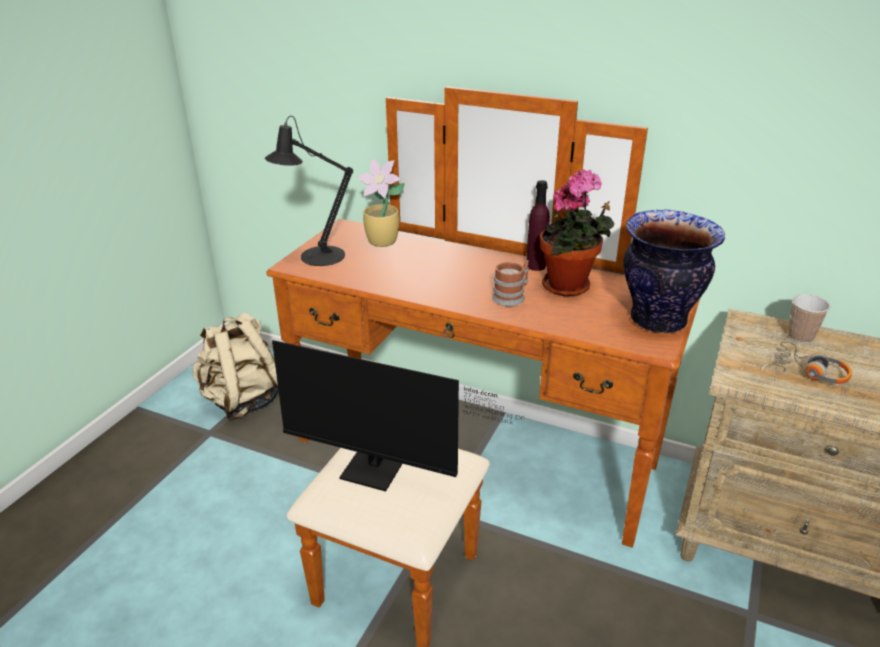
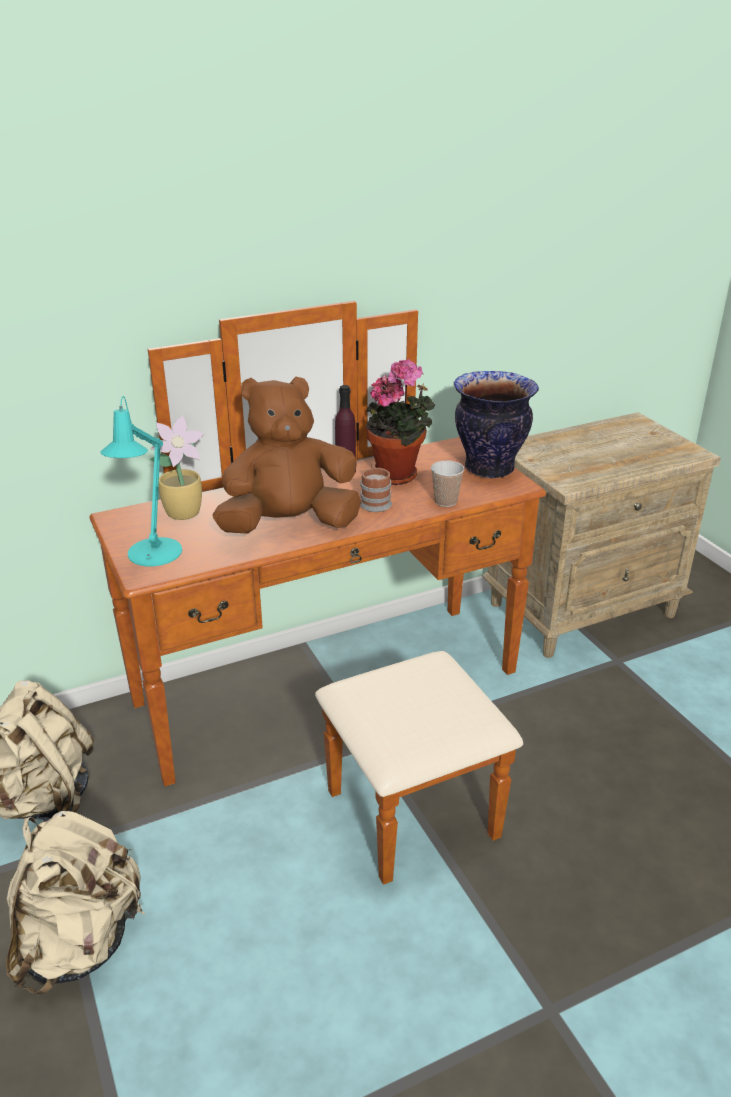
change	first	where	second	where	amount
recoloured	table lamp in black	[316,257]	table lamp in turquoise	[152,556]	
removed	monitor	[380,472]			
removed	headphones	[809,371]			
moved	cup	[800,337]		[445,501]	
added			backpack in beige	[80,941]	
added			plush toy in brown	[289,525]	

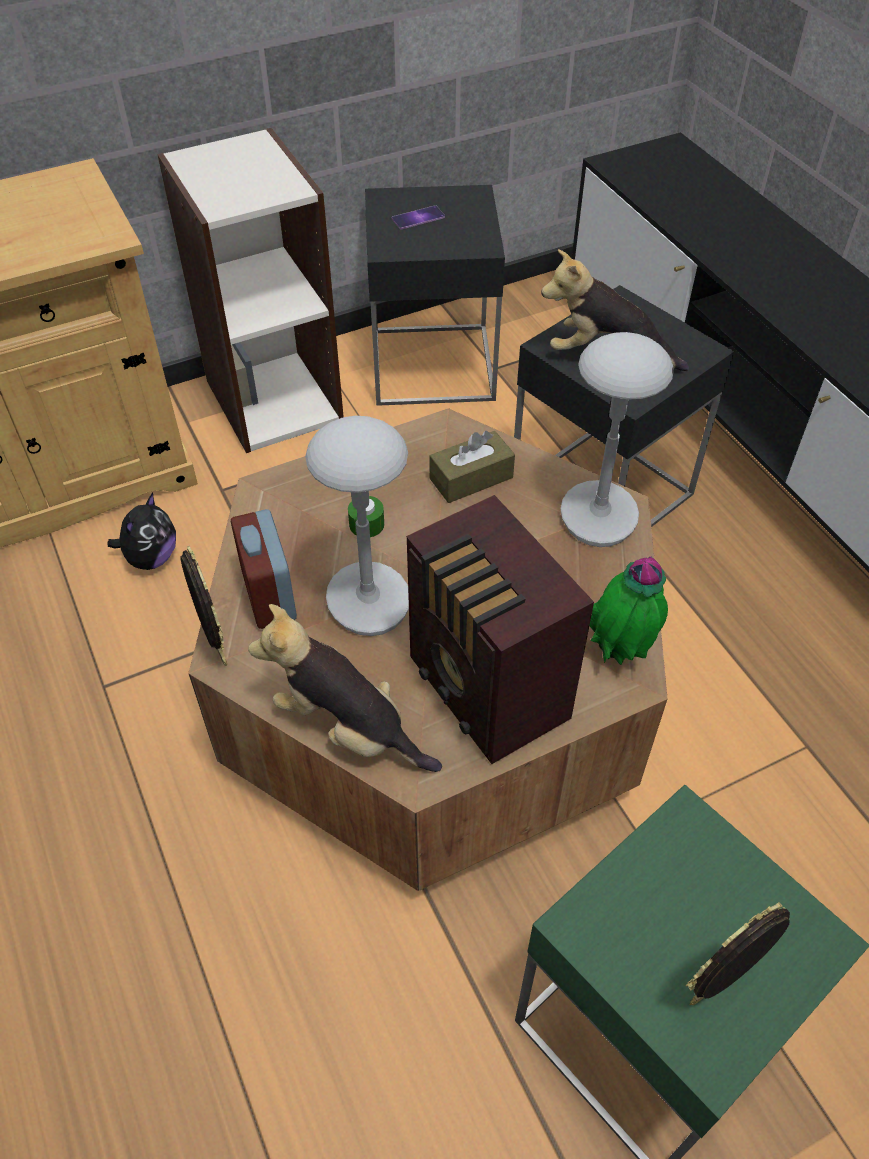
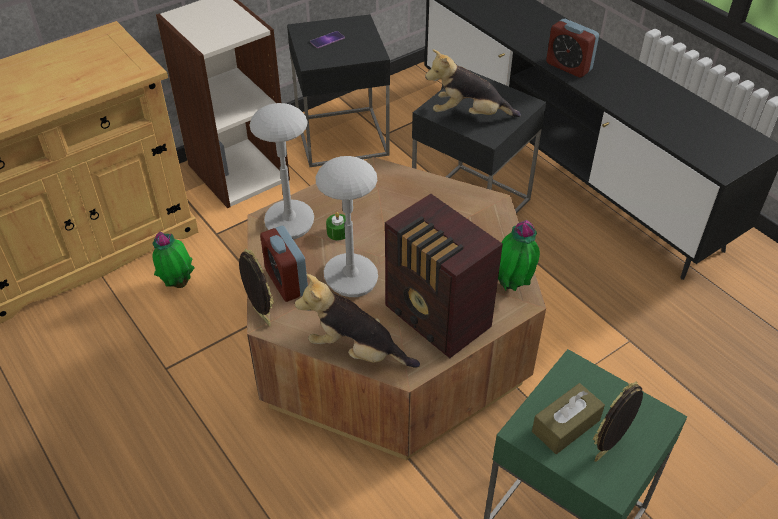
change	first	where	second	where	amount
replaced	plush toy	[151,558]	potted plant	[178,283]	
moved	tissue box in brown	[471,478]		[565,426]	
moved	table lamp in grey	[598,516]		[289,221]	
added			alarm clock	[568,66]	

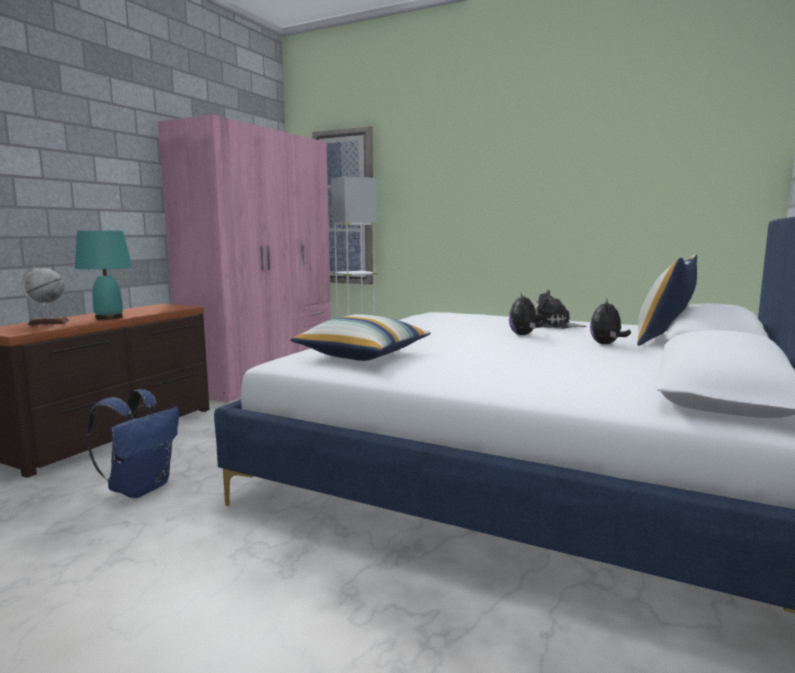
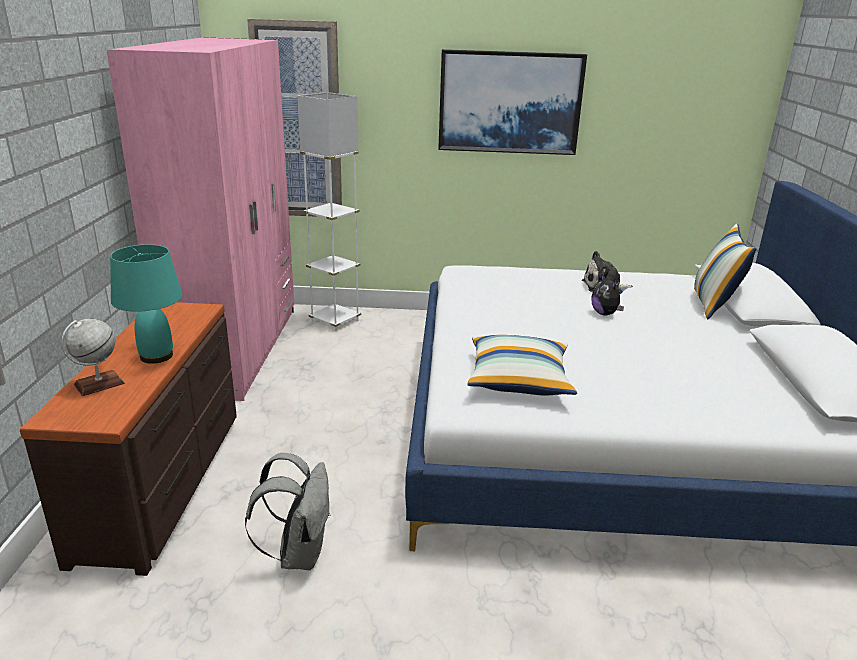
change	first	where	second	where	amount
recoloured	backpack in blue	[140,488]	backpack in grey	[299,553]	
removed	plush toy	[606,344]			
added			picture	[509,102]	

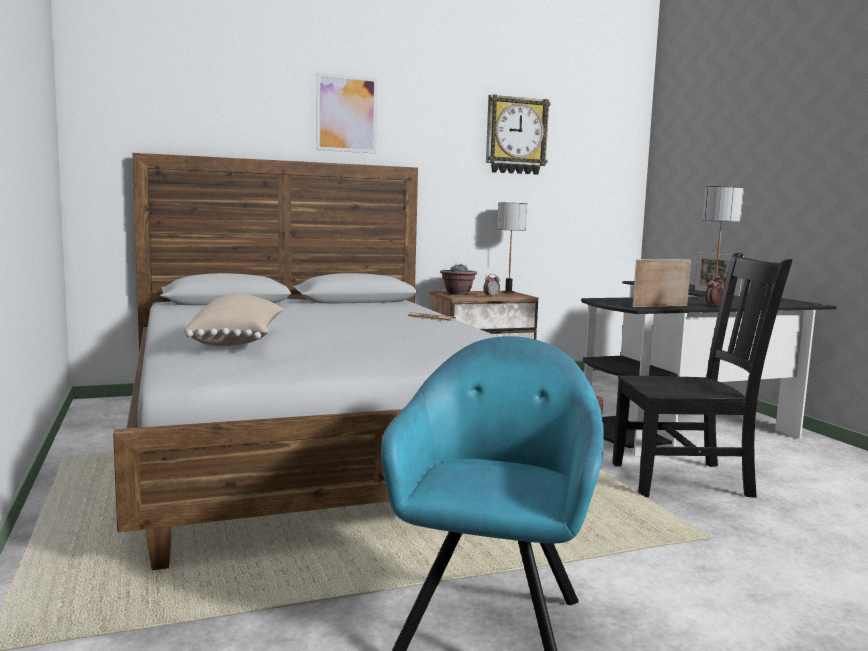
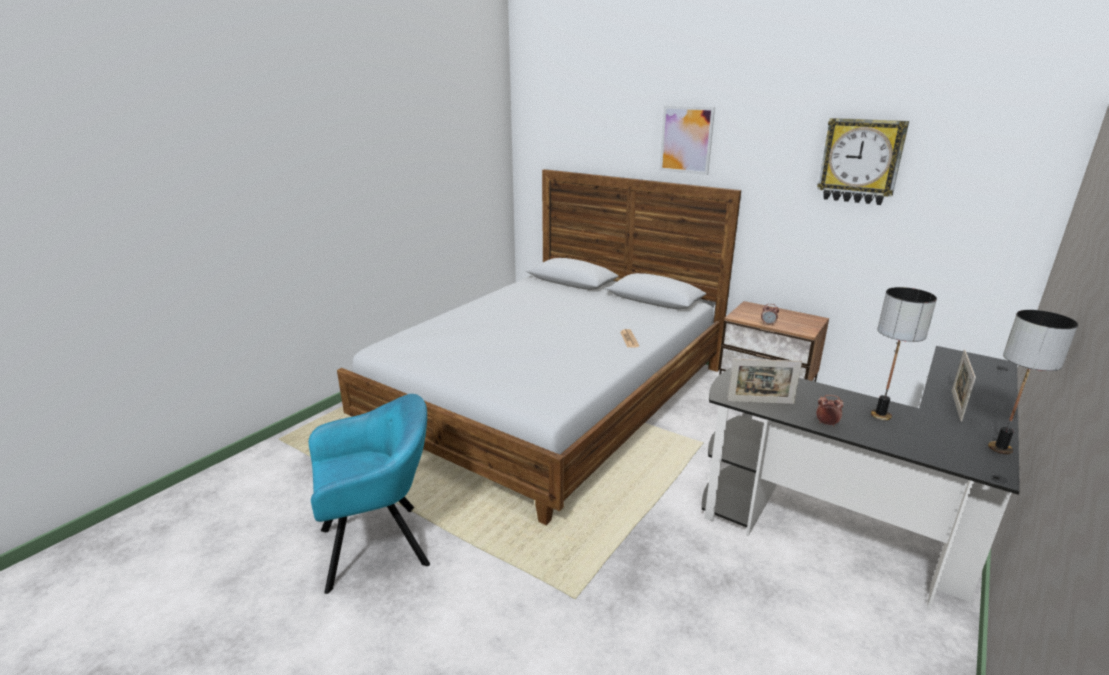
change	first	where	second	where	amount
removed	pillow in beige	[241,341]			
removed	potted plant	[457,294]			
moved	table lamp	[508,292]		[1000,449]	
removed	chair in black	[685,479]			
turned	picture frame	[660,306]		[760,402]	150 degrees clockwise

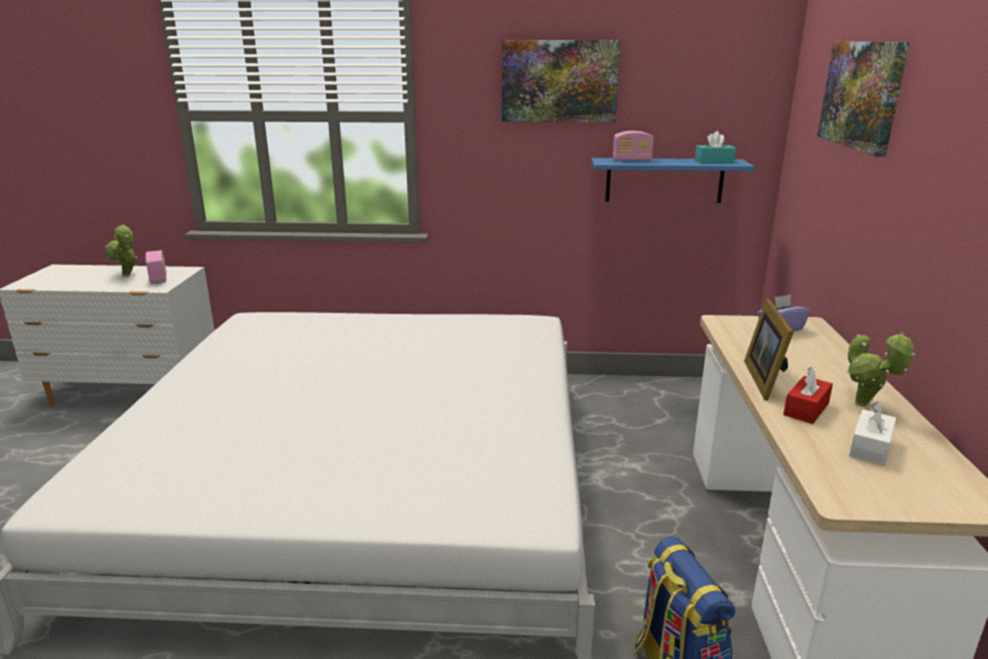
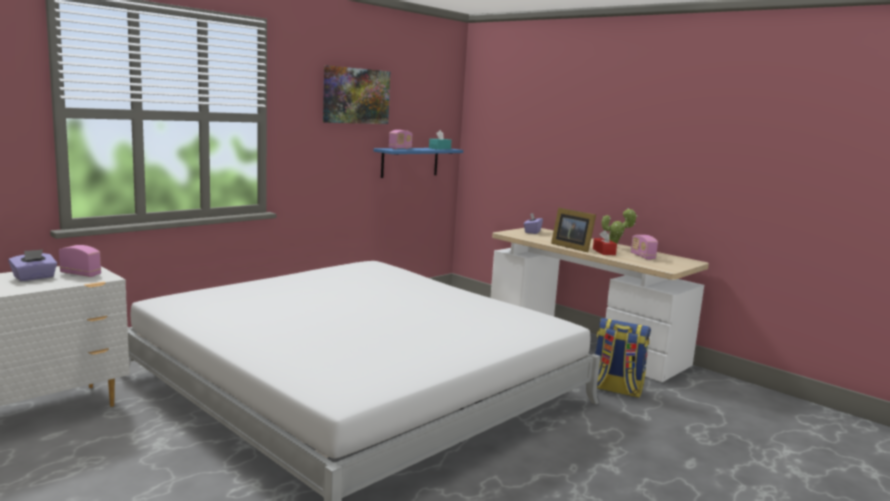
change	first	where	second	where	amount
replaced	potted plant	[127,275]	tissue box in purple	[34,277]	
removed	picture	[862,94]			
replaced	tissue box in white	[870,447]	radio	[642,256]	

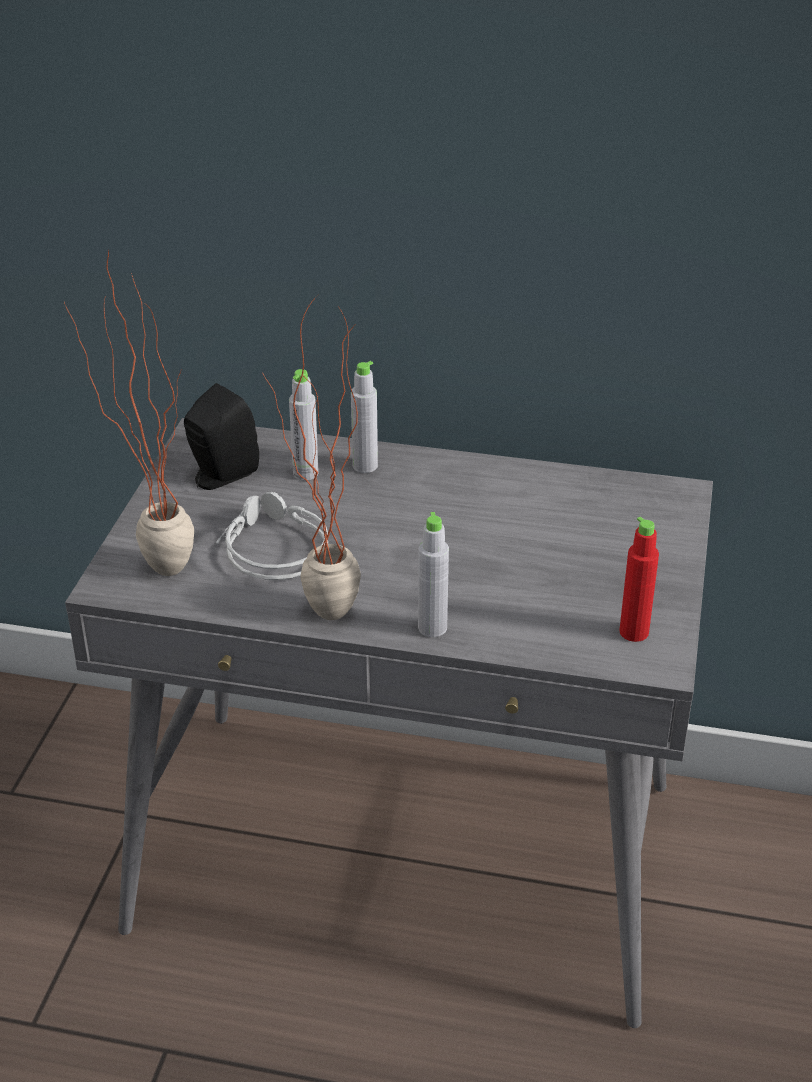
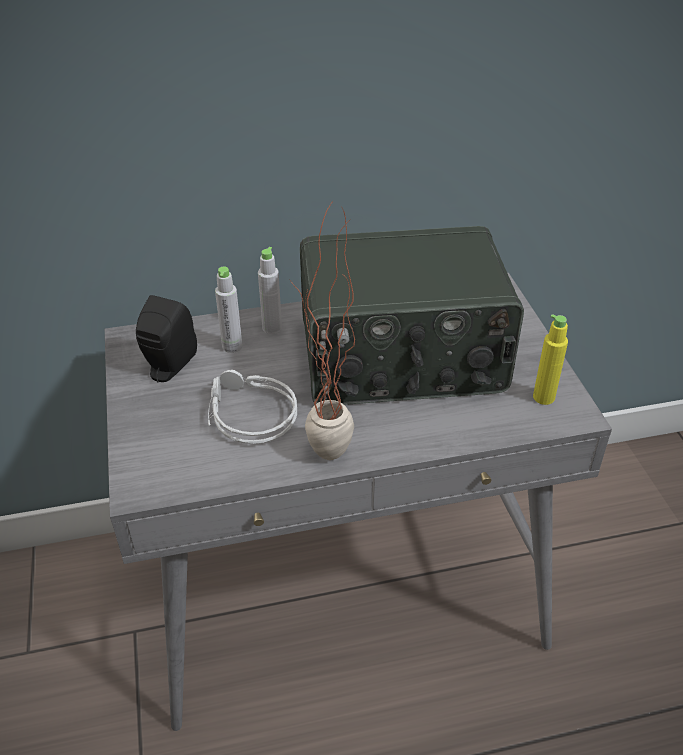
change	first	where	second	where	amount
removed	potted plant	[153,565]			
removed	bottle in grey	[432,628]			
recoloured	bottle in red	[634,632]	bottle in yellow	[543,397]	
added			radio	[402,359]	

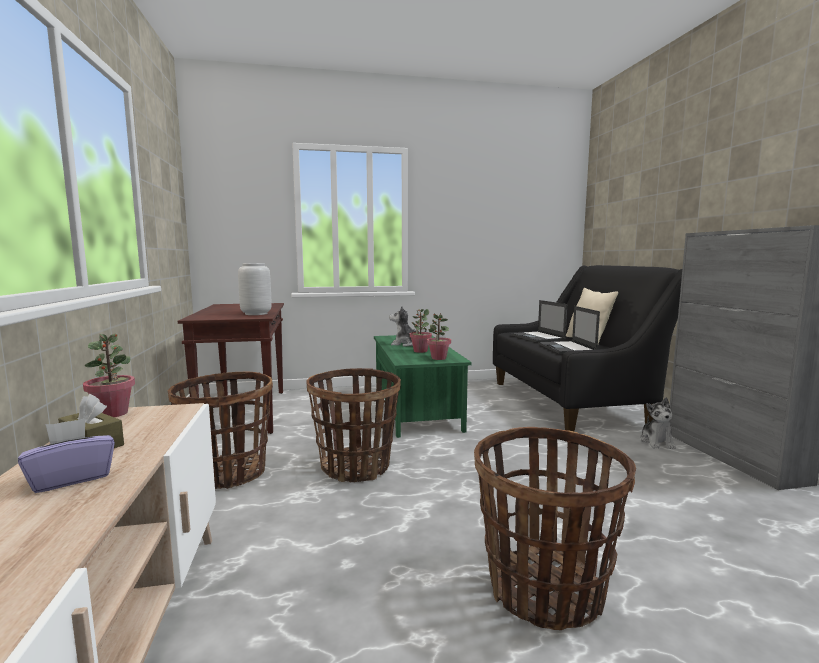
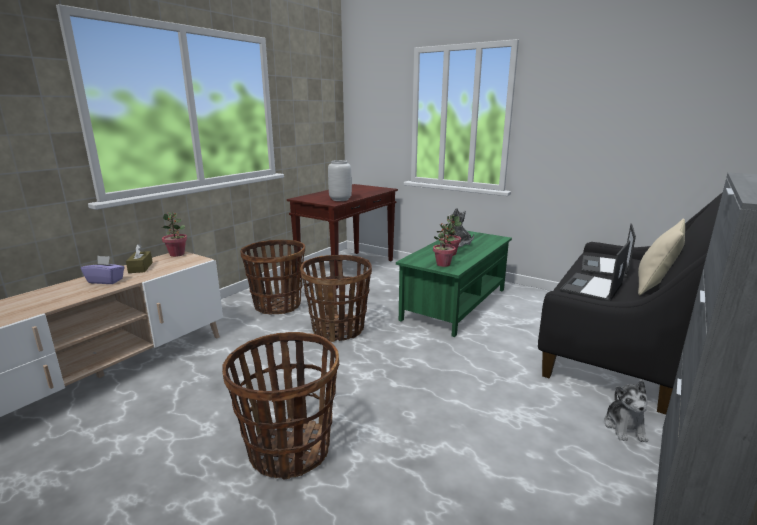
change	first	where	second	where	amount
turned	plush toy	[657,442]		[624,427]	45 degrees counterclockwise

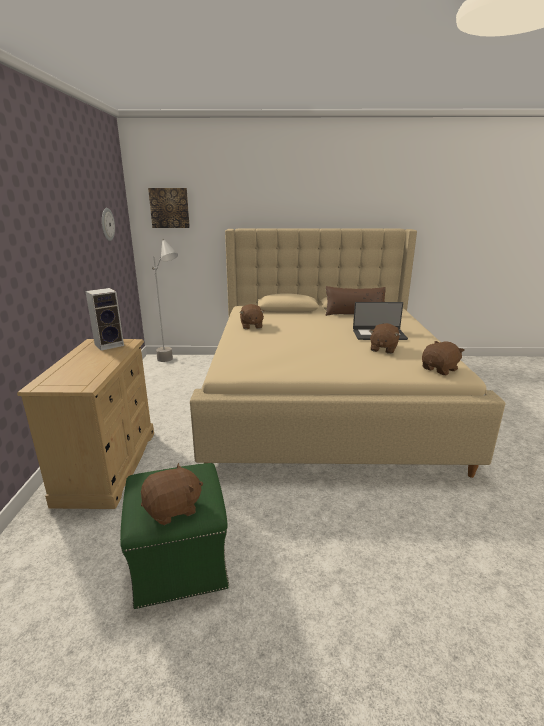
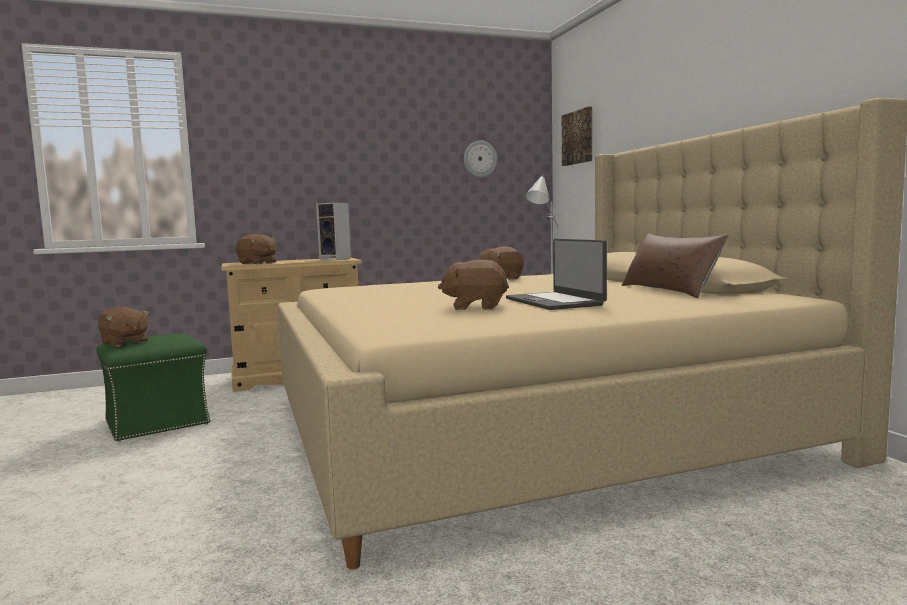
change	first	where	second	where	amount
moved	plush toy in brown	[440,369]		[257,263]	

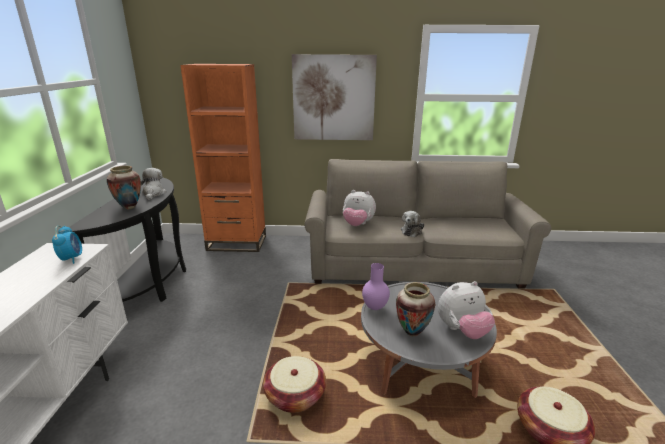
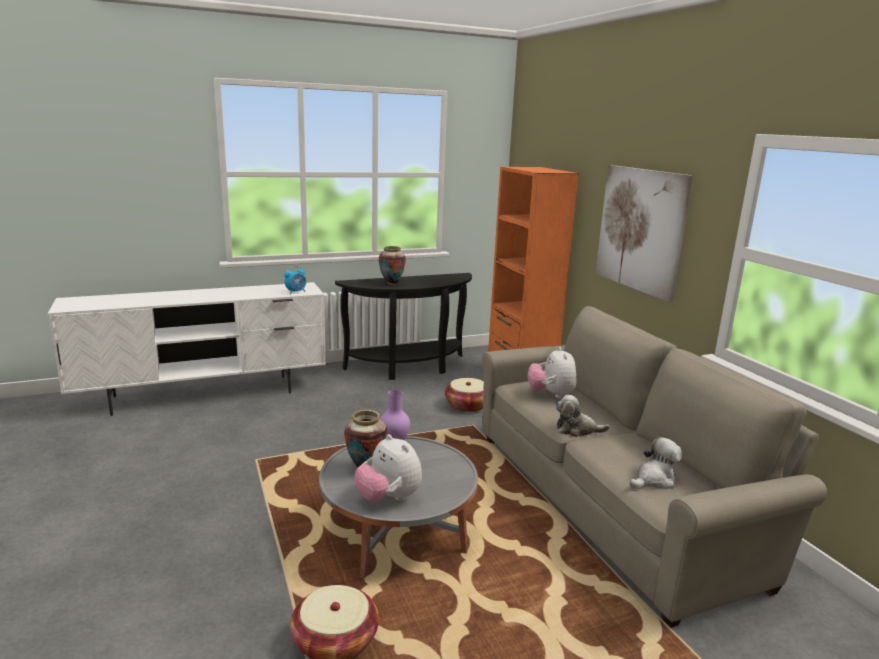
change	first	where	second	where	amount
moved	plush toy	[153,194]		[654,479]	
moved	basket	[295,396]		[467,405]	

